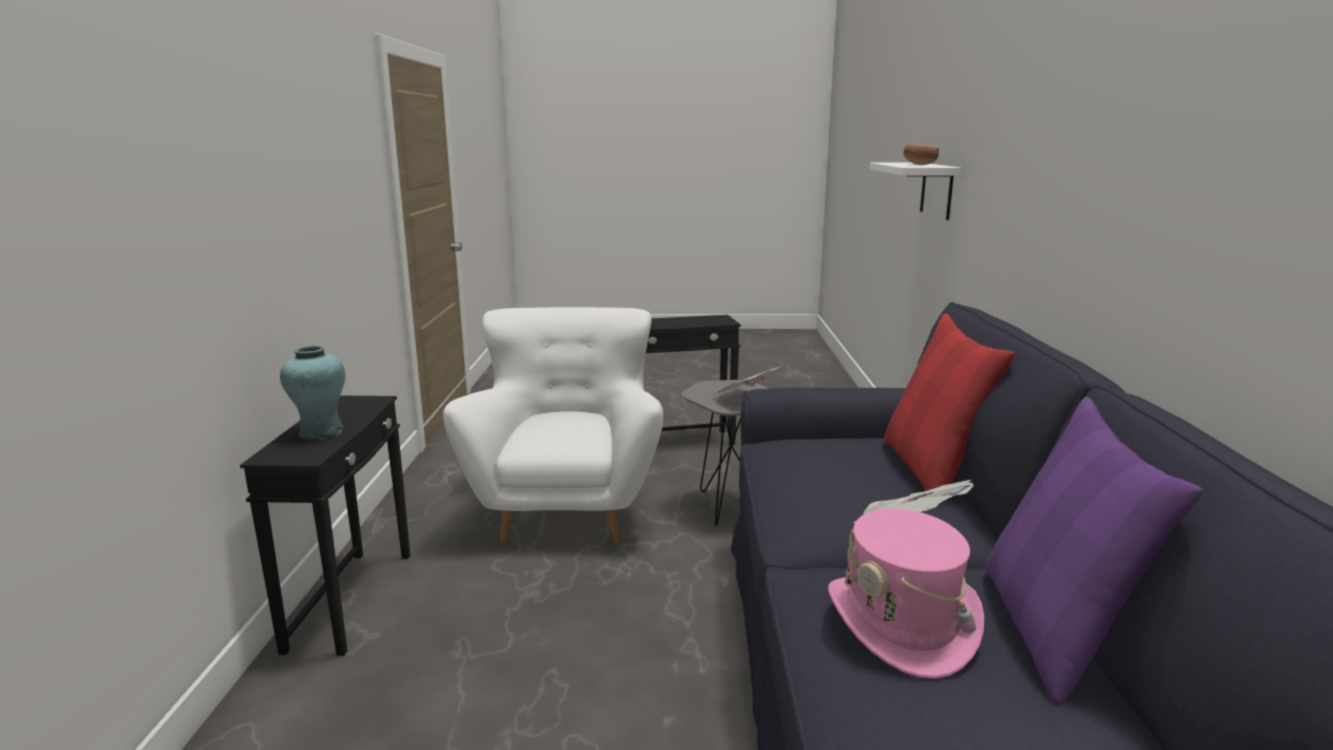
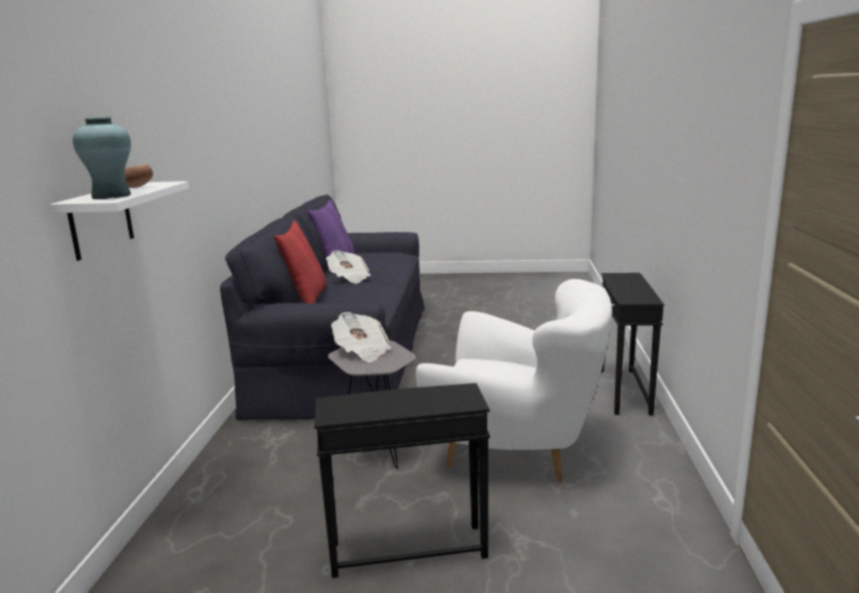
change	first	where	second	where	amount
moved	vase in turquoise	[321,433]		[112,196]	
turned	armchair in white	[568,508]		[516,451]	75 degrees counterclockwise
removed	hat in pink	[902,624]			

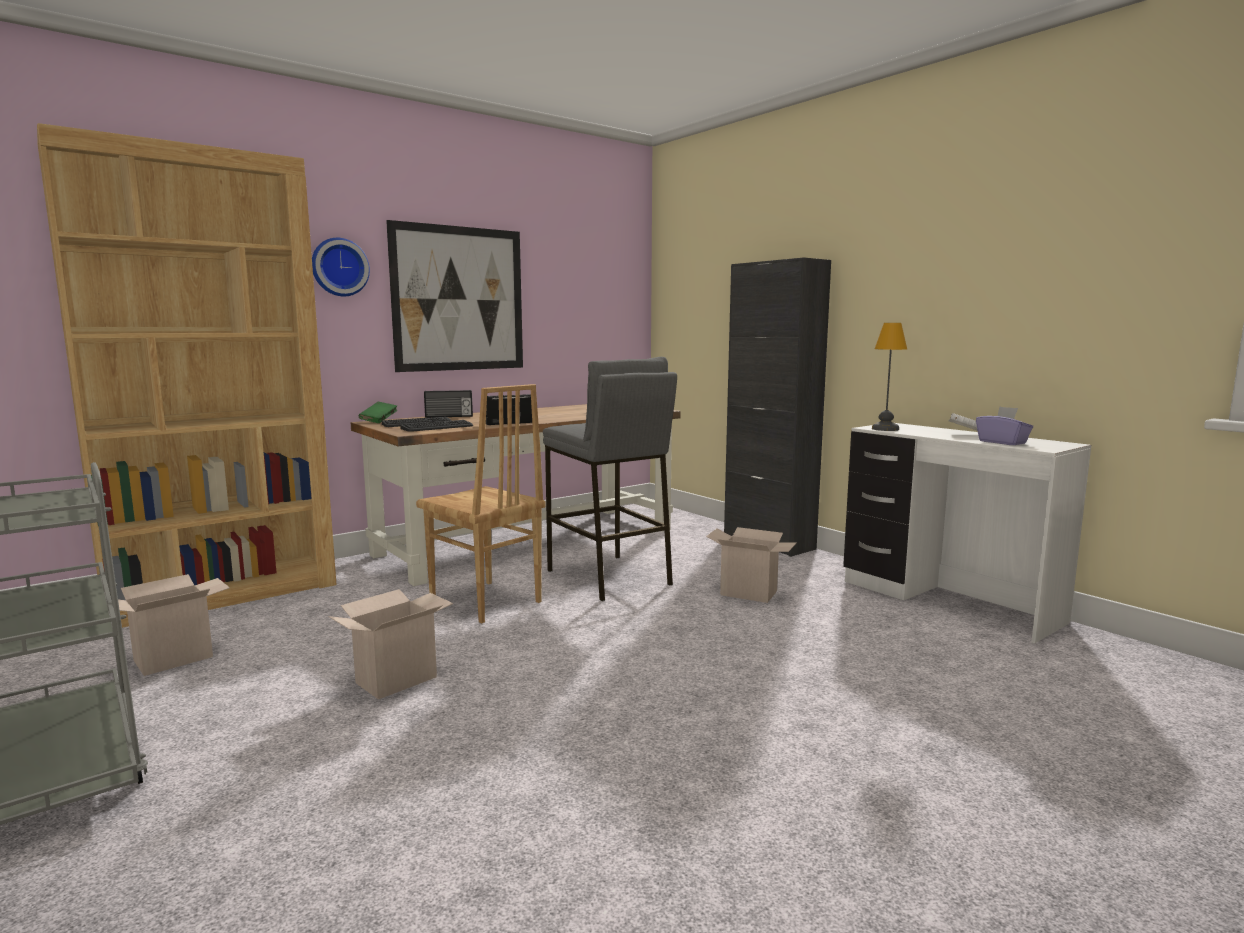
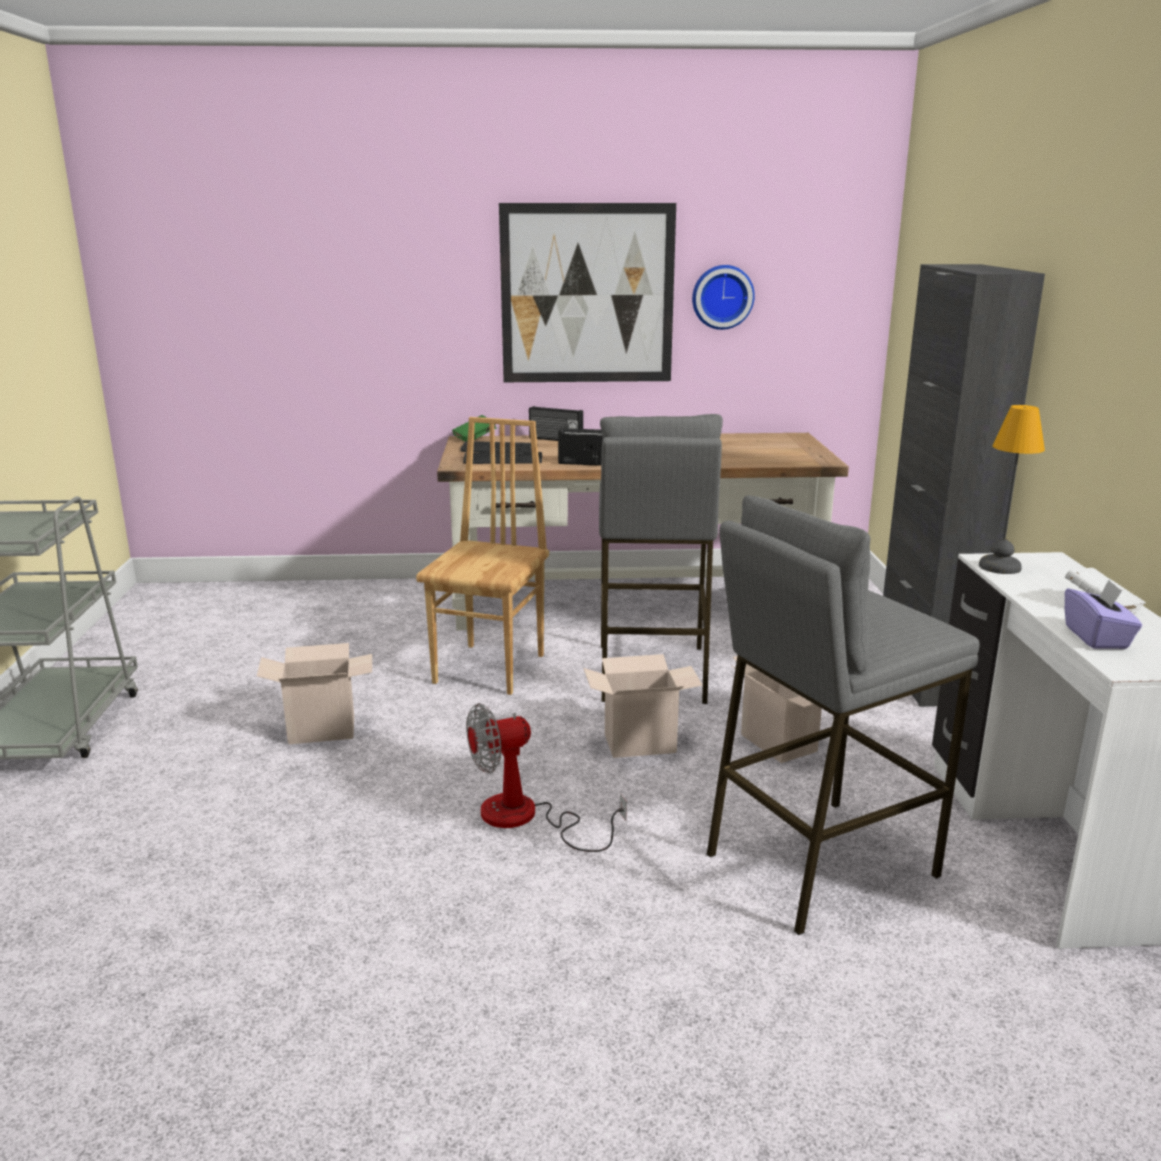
change	first	where	second	where	amount
removed	bookcase in brown	[224,593]			
moved	cardboard box	[175,658]		[641,742]	
moved	wall clock	[339,267]		[722,297]	
turned	chair in brown	[484,602]		[492,668]	150 degrees counterclockwise
added			fan	[526,818]	
added			stool in grey	[818,863]	

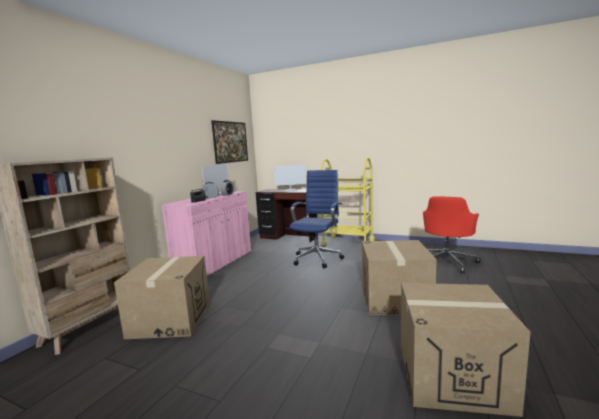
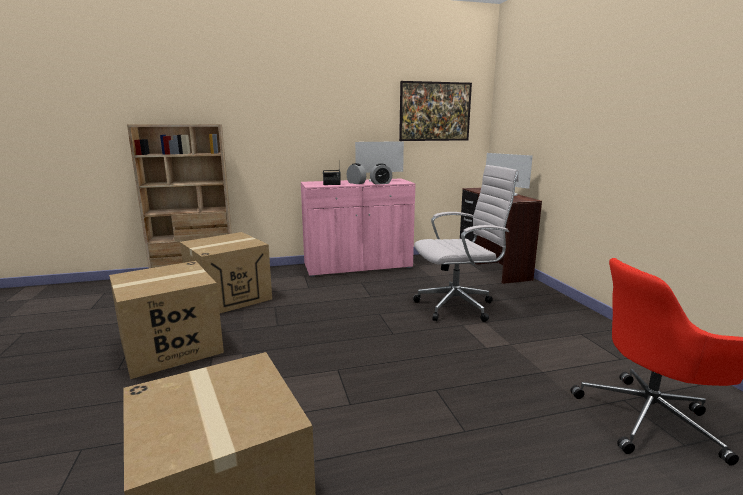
change	first	where	second	where	amount
recoloured	office chair in blue	[318,258]	office chair in white	[458,306]	
removed	cart in yellow	[348,243]			
moved	cardboard box	[395,299]		[171,347]	

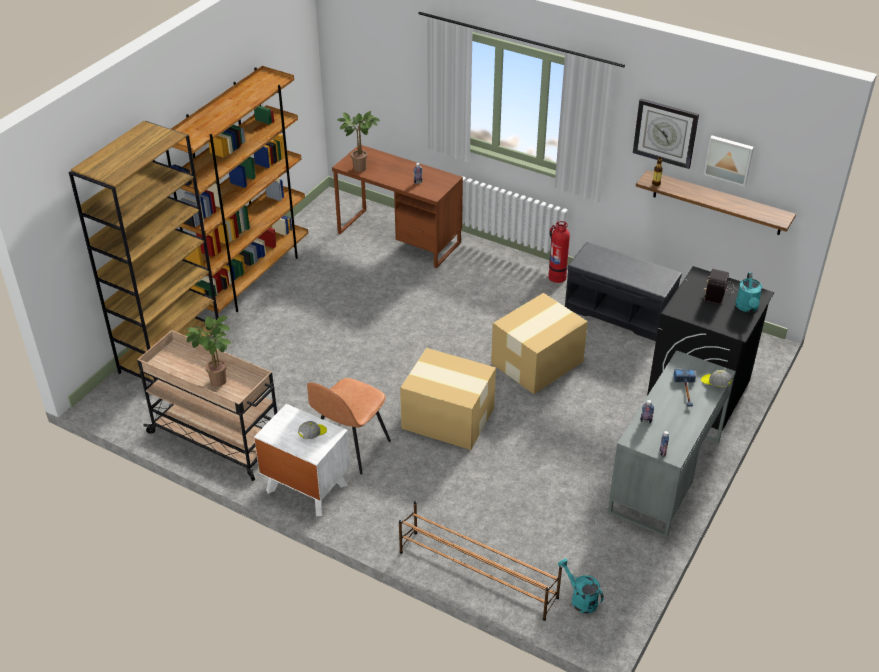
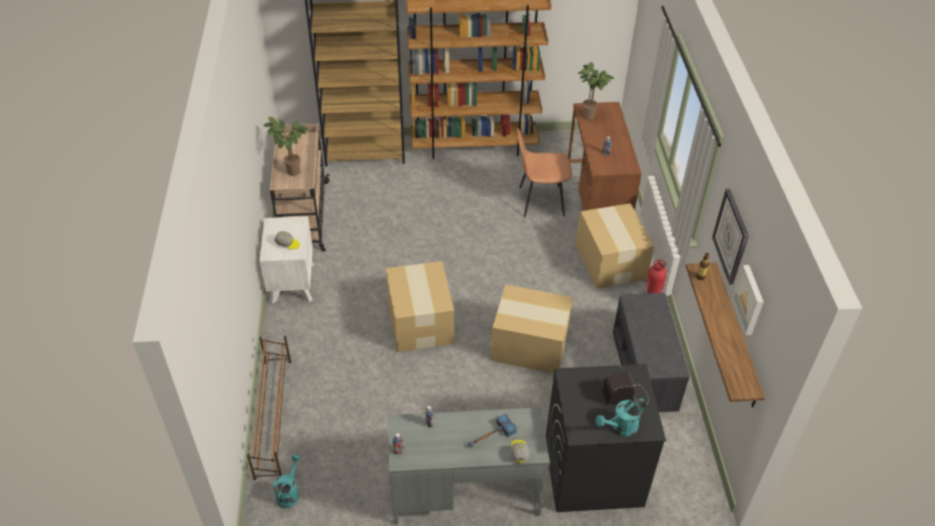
change	first	where	second	where	amount
moved	chair in brown	[350,447]		[540,201]	
added			cardboard box	[610,261]	

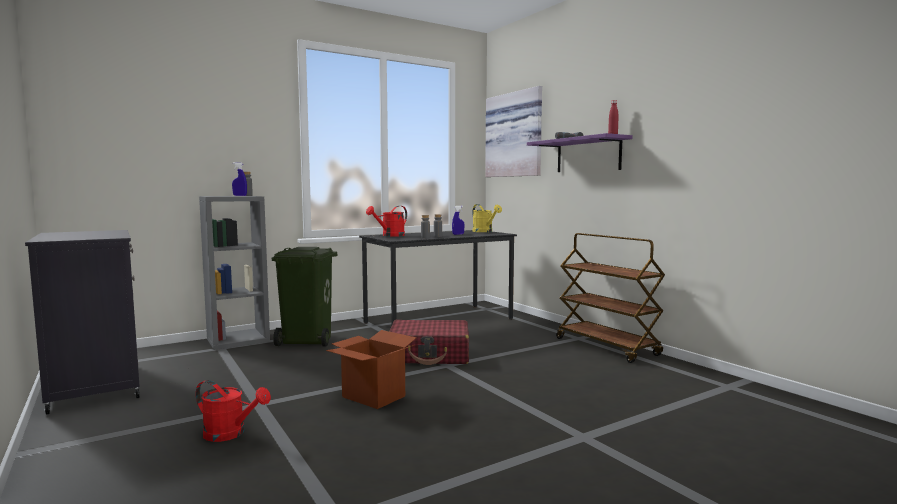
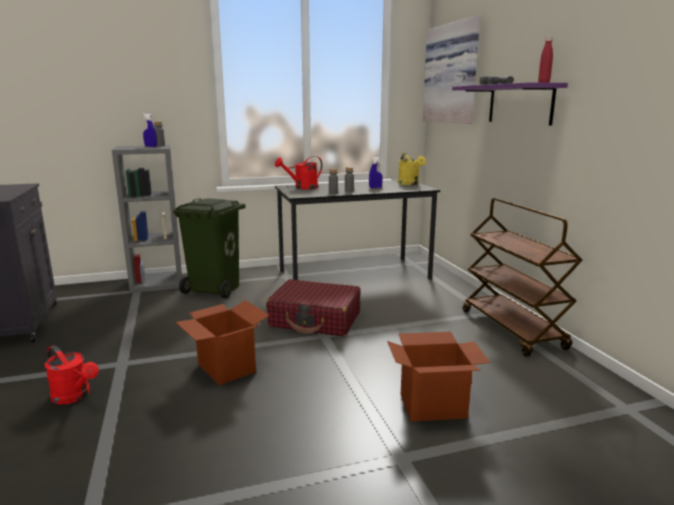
change	first	where	second	where	amount
added			cardboard box	[433,406]	

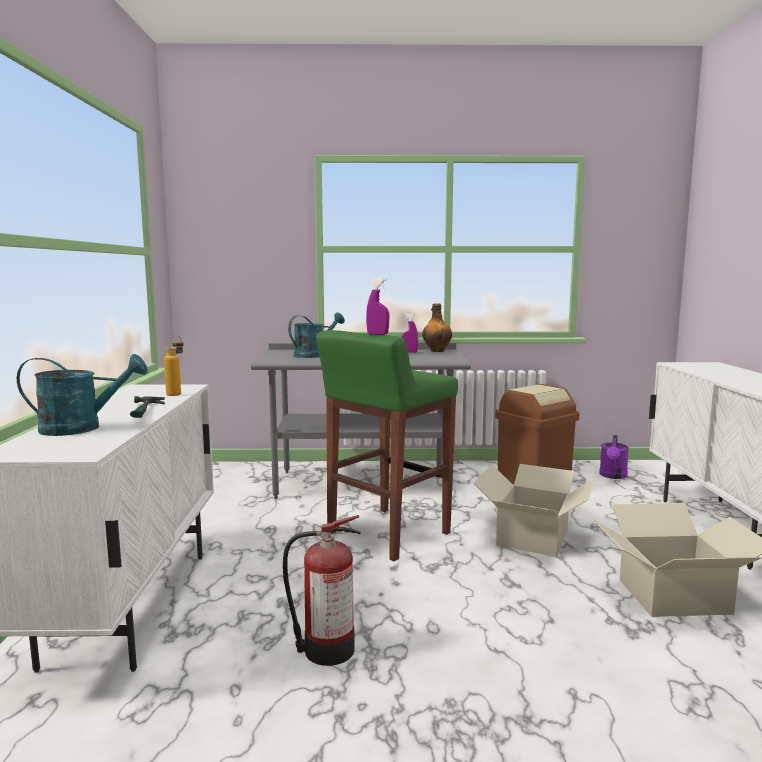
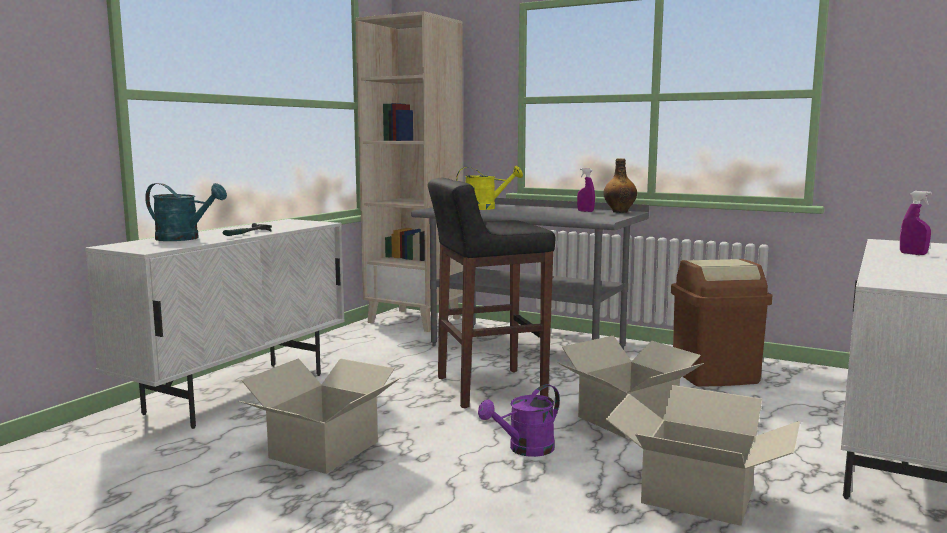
change	first	where	second	where	amount
removed	bottle	[177,393]			
replaced	fire extinguisher	[326,650]	cardboard box	[323,449]	
recoloured	watering can in turquoise	[314,355]	watering can in yellow	[486,208]	
recoloured	stool in green	[387,534]	stool in black	[488,388]	
moved	spray bottle in purple	[377,334]		[913,254]	
moved	watering can in purple	[613,476]		[525,450]	
added			bookcase in beige	[415,320]	

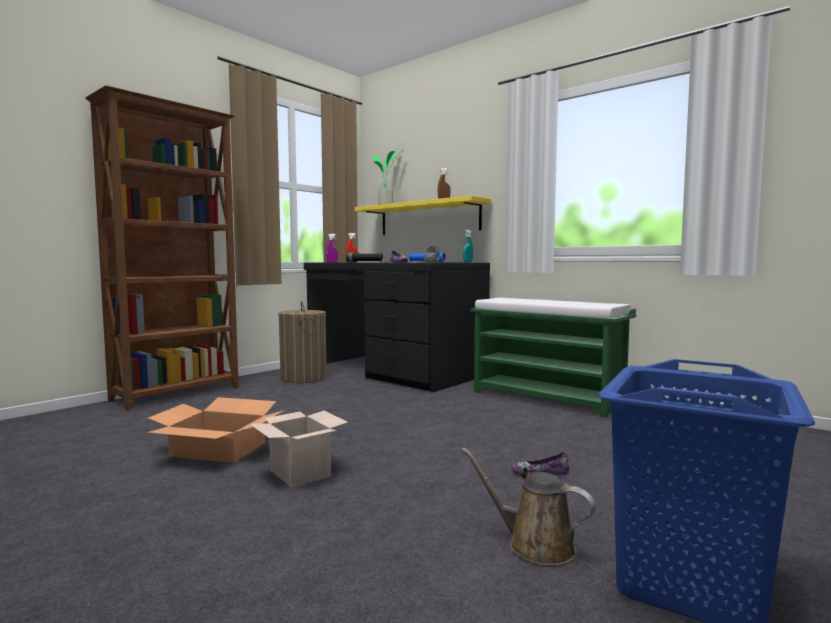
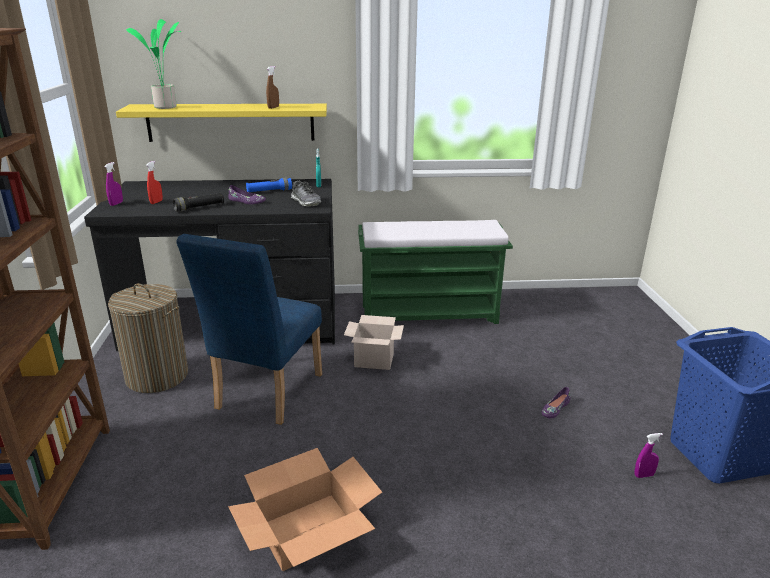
change	first	where	second	where	amount
moved	cardboard box	[301,473]		[375,360]	
replaced	watering can in brown	[534,545]	spray bottle in purple	[644,475]	
added			chair in blue	[265,395]	

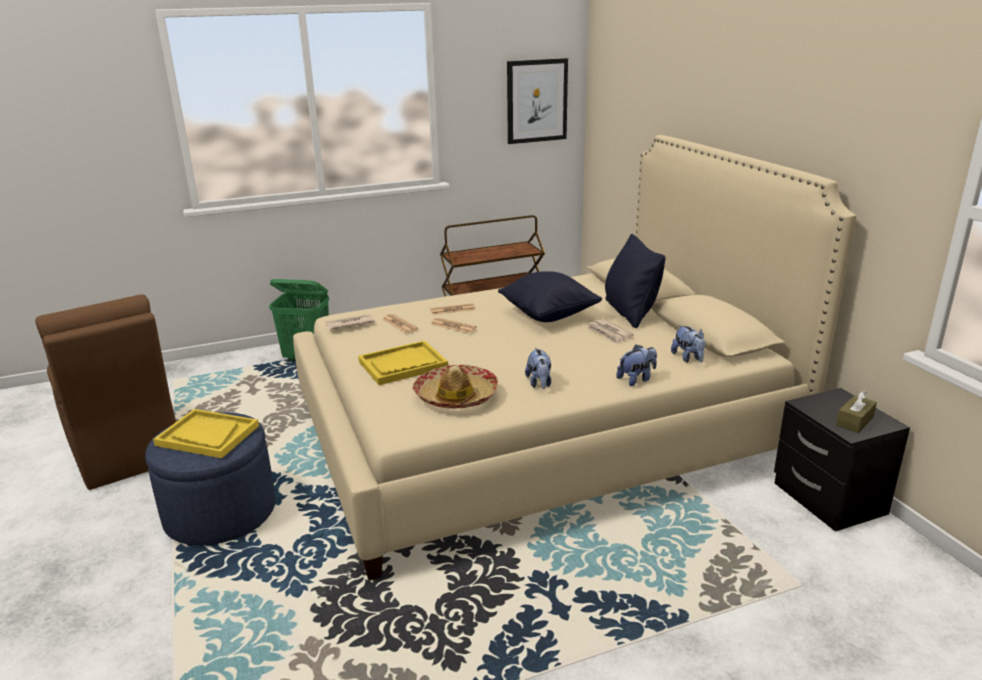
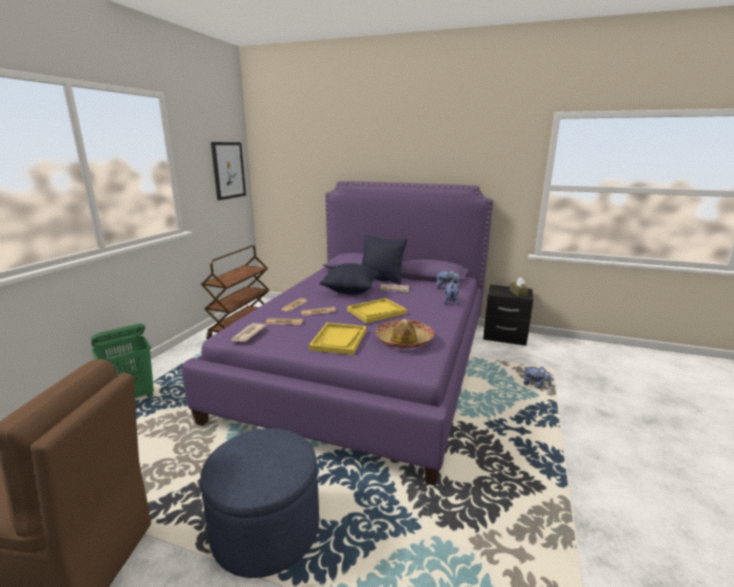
change	first	where	second	where	amount
moved	tray in yellow	[207,435]		[376,312]	
recoloured	bed in beige	[538,431]	bed in purple	[365,365]	
moved	plush toy	[539,383]		[535,385]	

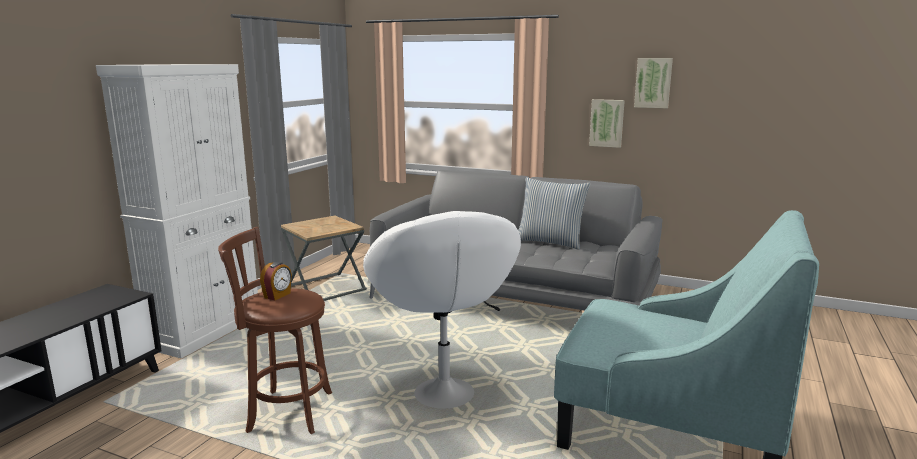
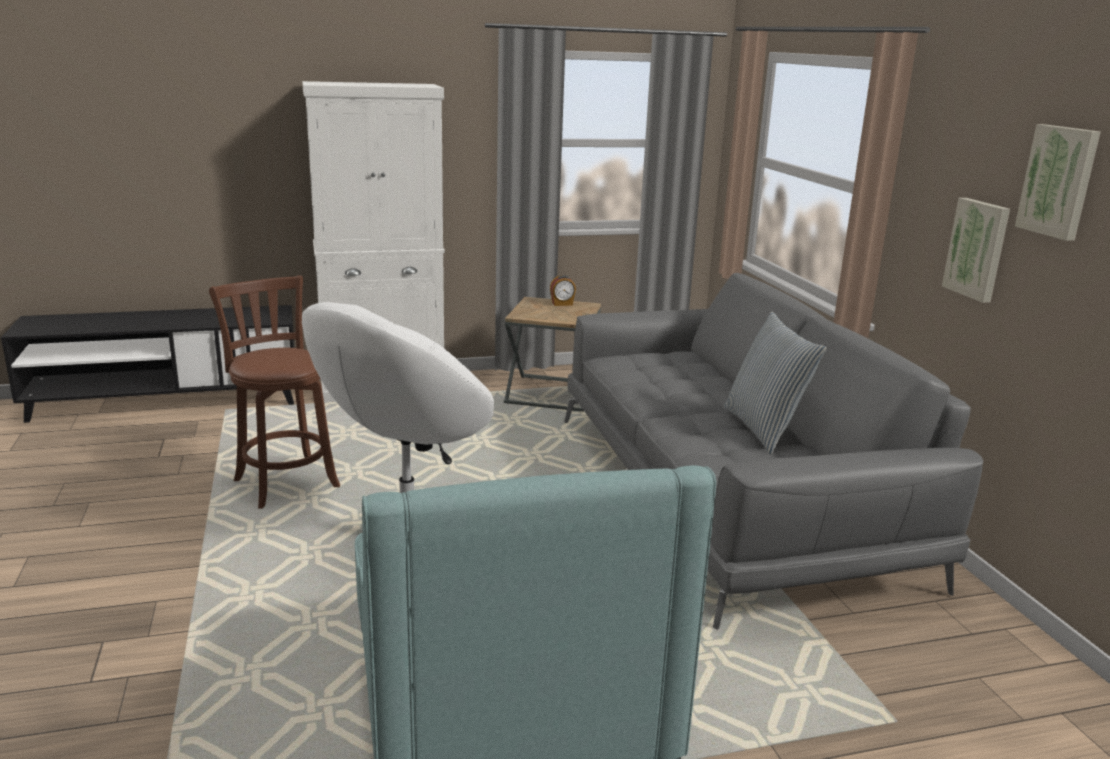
change	first	where	second	where	amount
moved	alarm clock	[278,295]		[562,304]	

